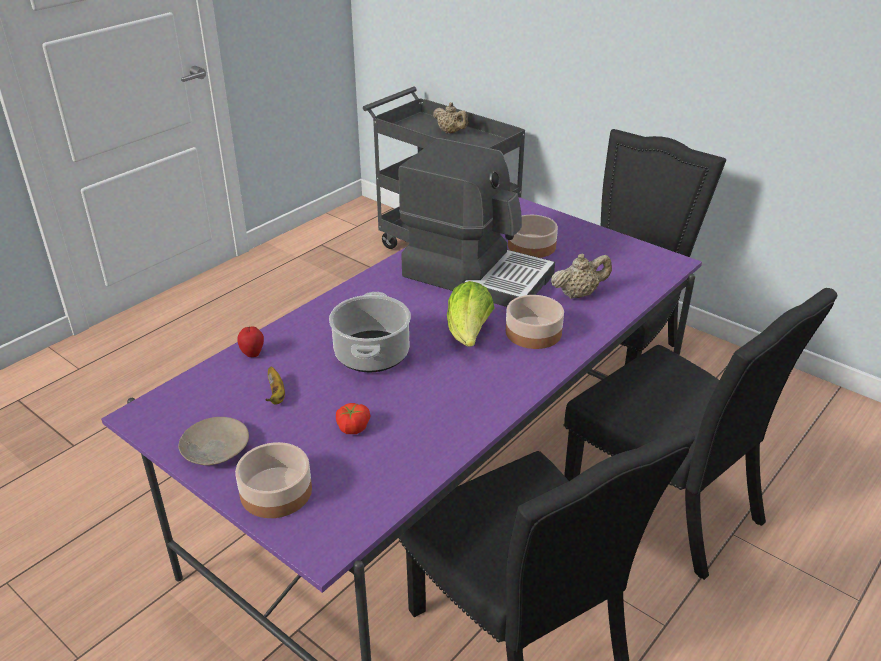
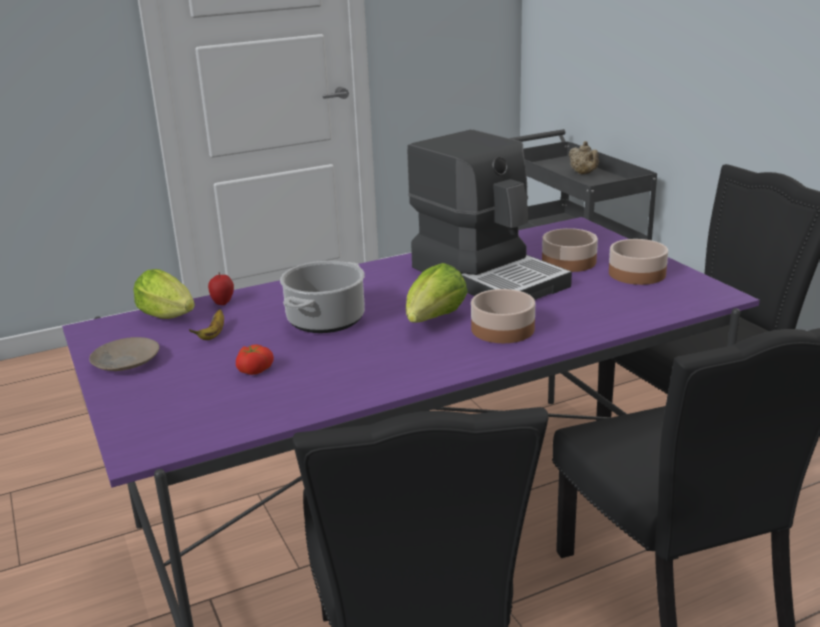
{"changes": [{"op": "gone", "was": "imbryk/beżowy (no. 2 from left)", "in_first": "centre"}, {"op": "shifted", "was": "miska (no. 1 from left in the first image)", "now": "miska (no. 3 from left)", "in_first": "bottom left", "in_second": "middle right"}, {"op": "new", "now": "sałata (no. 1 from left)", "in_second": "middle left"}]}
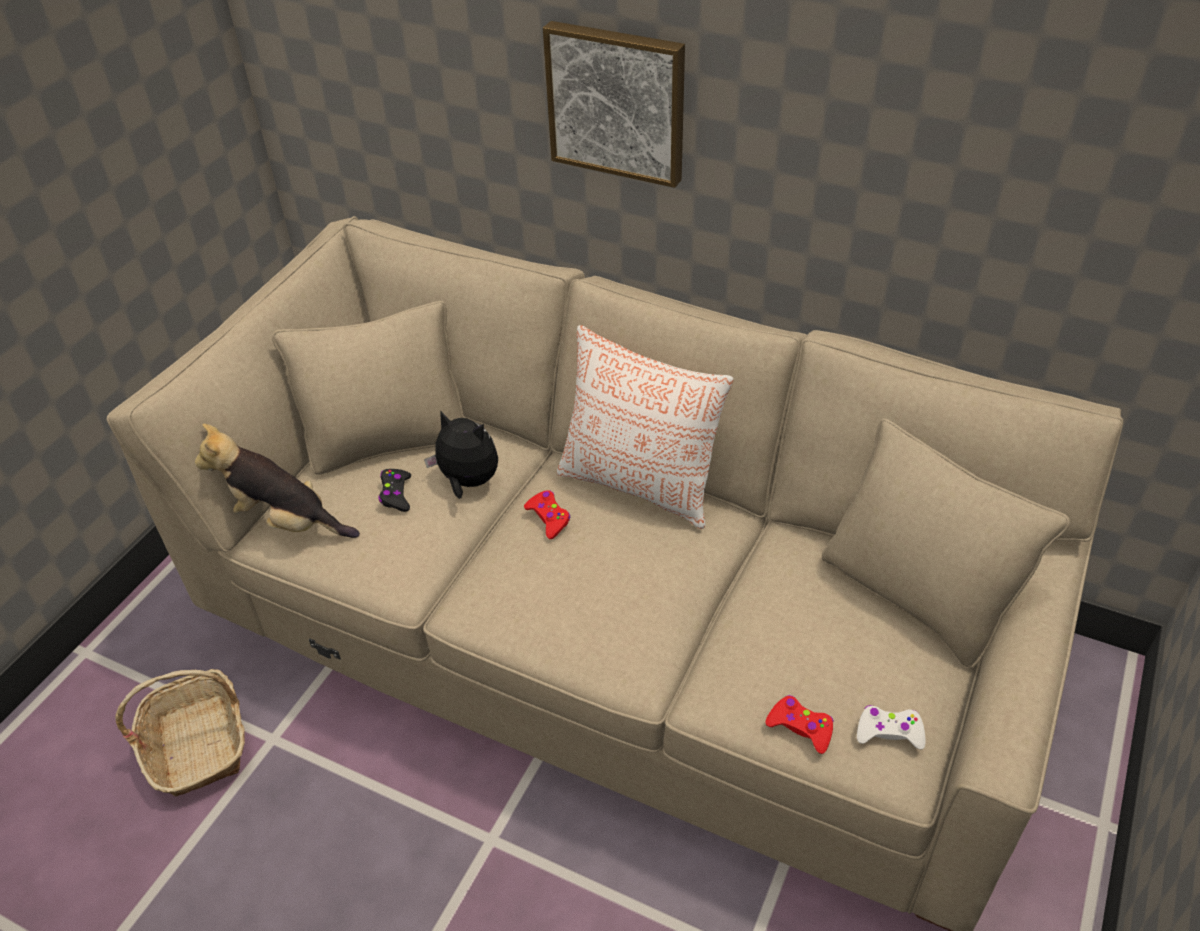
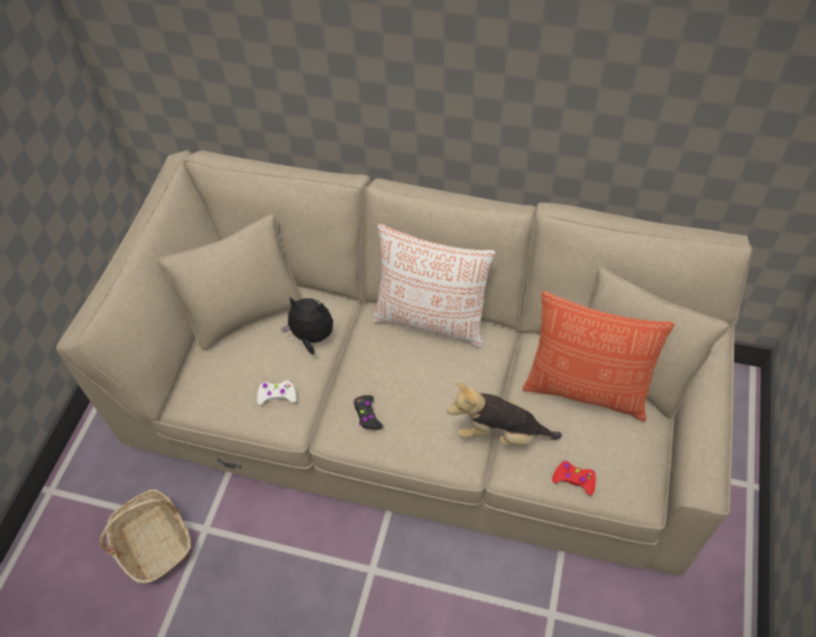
{"changes": [{"op": "gone", "was": "obraz", "in_first": "top centre"}, {"op": "shifted", "was": "pluszak (no. 1 from left in the first image)", "now": "pluszak (no. 2 from left)", "in_first": "middle left", "in_second": "centre"}, {"op": "shifted", "was": "pad do gier/czarny", "in_first": "middle left", "in_second": "centre"}, {"op": "gone", "was": "pad do gier/czerwony (no. 1 from left)", "in_first": "centre"}, {"op": "shifted", "was": "pad do gier/biały", "in_first": "bottom right", "in_second": "centre"}, {"op": "new", "now": "poduszka/pomarańczowy", "in_second": "middle right"}]}
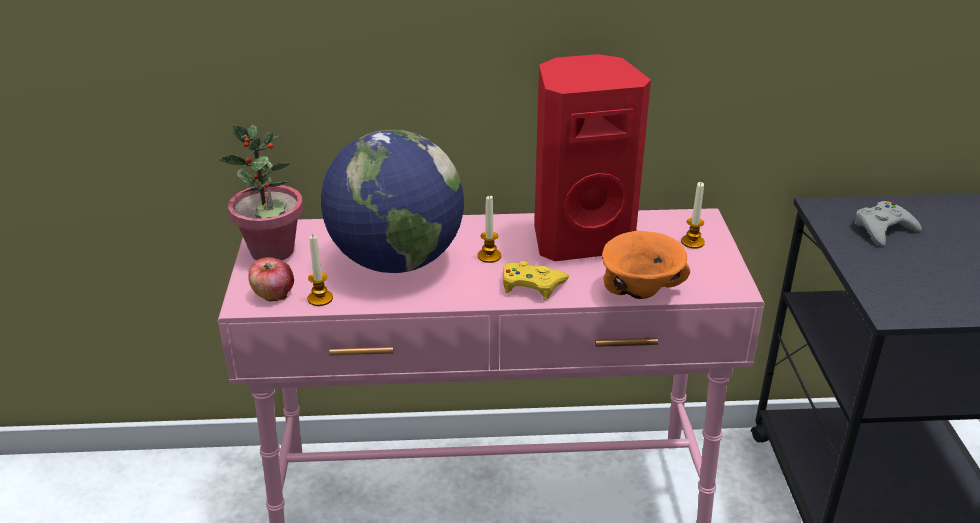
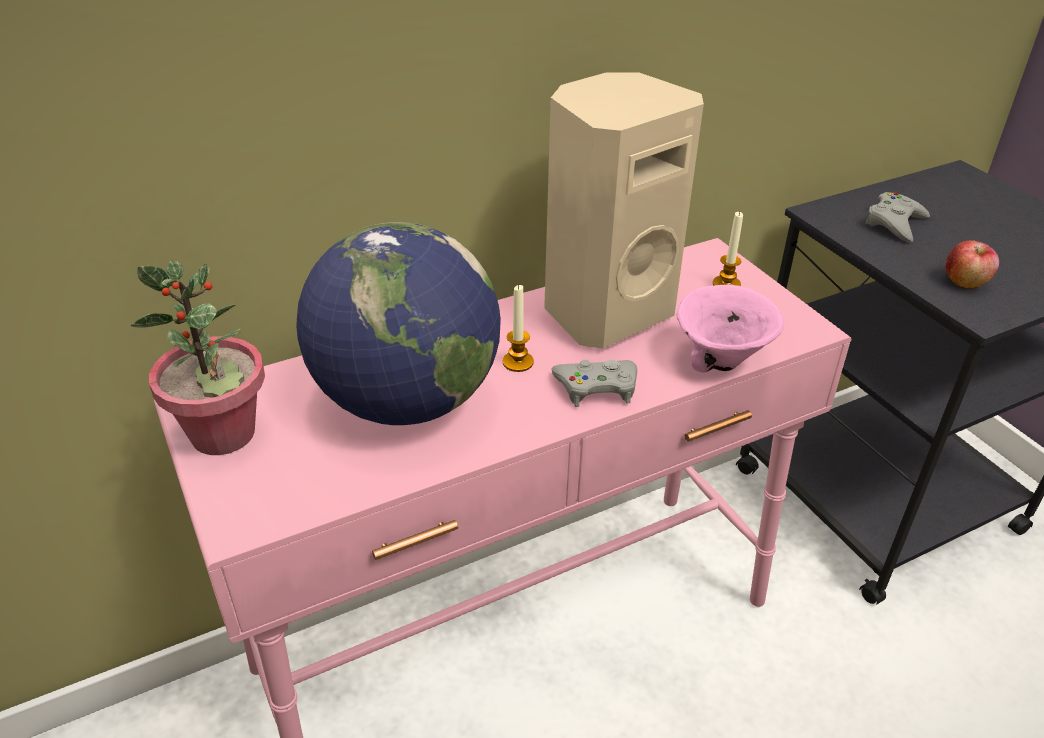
{"changes": [{"op": "repainted", "was": "głośnik/czerwony", "now": "głośnik/beżowy", "in_first": "top centre", "in_second": "top centre"}, {"op": "repainted", "was": "miska/pomarańczowy", "now": "miska/różowy", "in_first": "centre", "in_second": "middle right"}, {"op": "gone", "was": "świeca (no. 1 from left)", "in_first": "middle left"}, {"op": "shifted", "was": "jabłko", "in_first": "middle left", "in_second": "middle right"}, {"op": "repainted", "was": "pad do gier/żółty", "now": "pad do gier/szary (no. 1 from left)", "in_first": "centre", "in_second": "centre"}]}
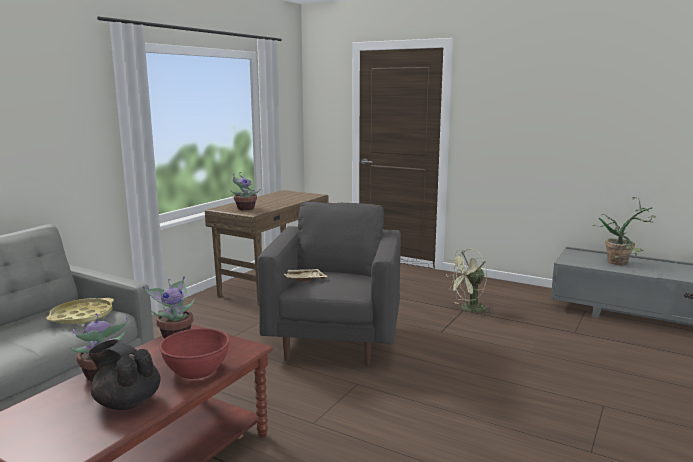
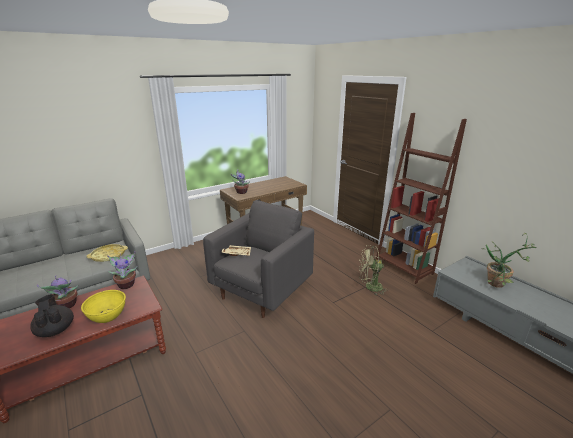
{"changes": [{"op": "repainted", "was": "miska/czerwony", "now": "miska/żółty", "in_first": "bottom left", "in_second": "bottom left"}, {"op": "new", "now": "regał/brązowy", "in_second": "middle right"}]}
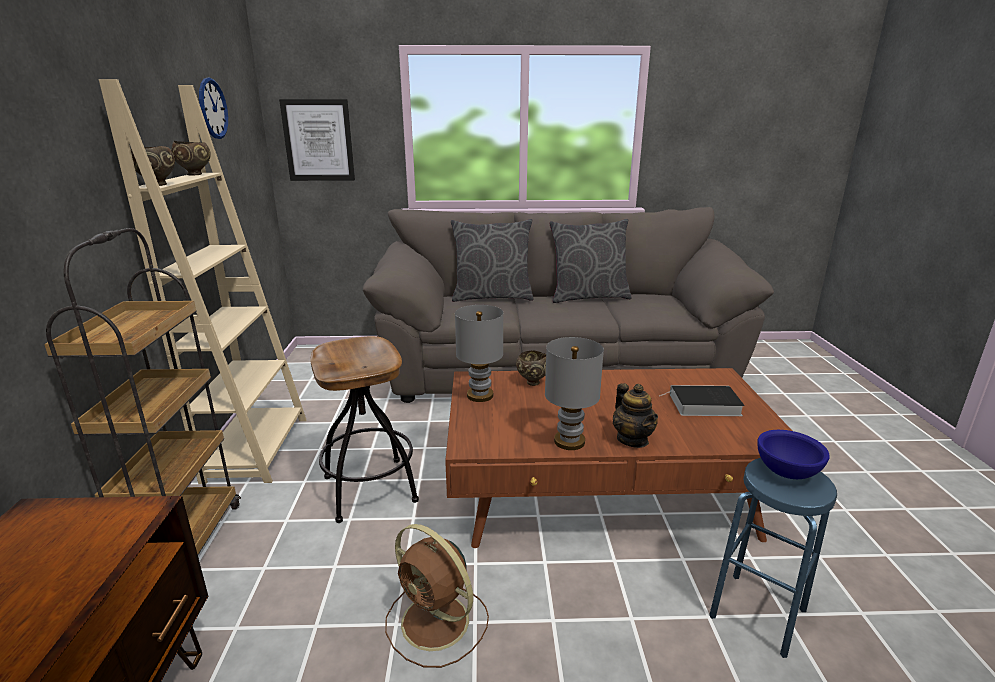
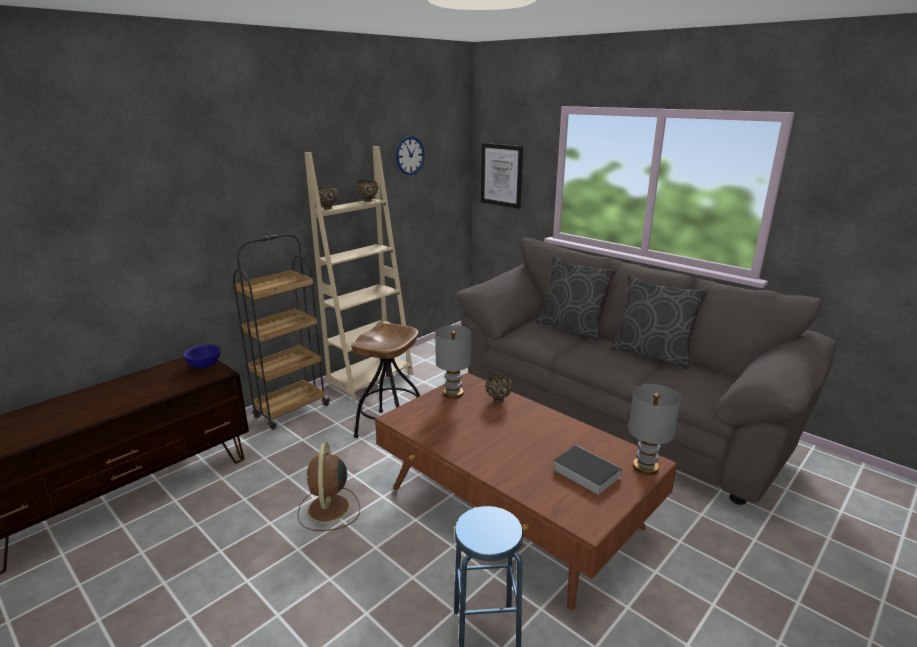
{"changes": [{"op": "shifted", "was": "lampa stołowa/szary (no. 2 from left)", "in_first": "centre", "in_second": "middle right"}, {"op": "gone", "was": "imbryk", "in_first": "centre"}, {"op": "shifted", "was": "miska/niebieski", "in_first": "middle right", "in_second": "middle left"}]}
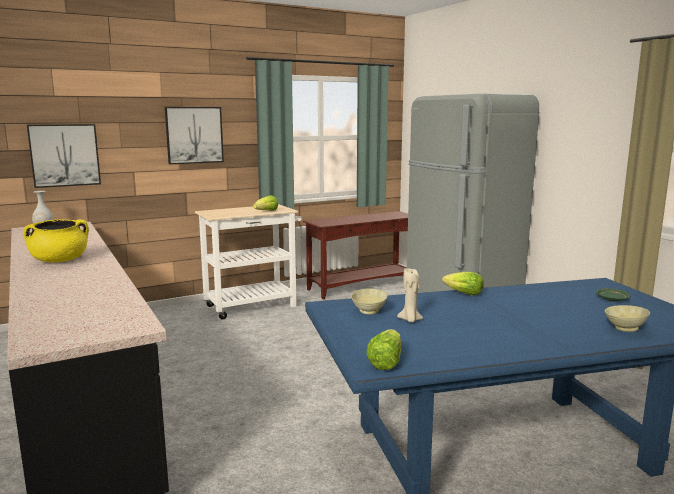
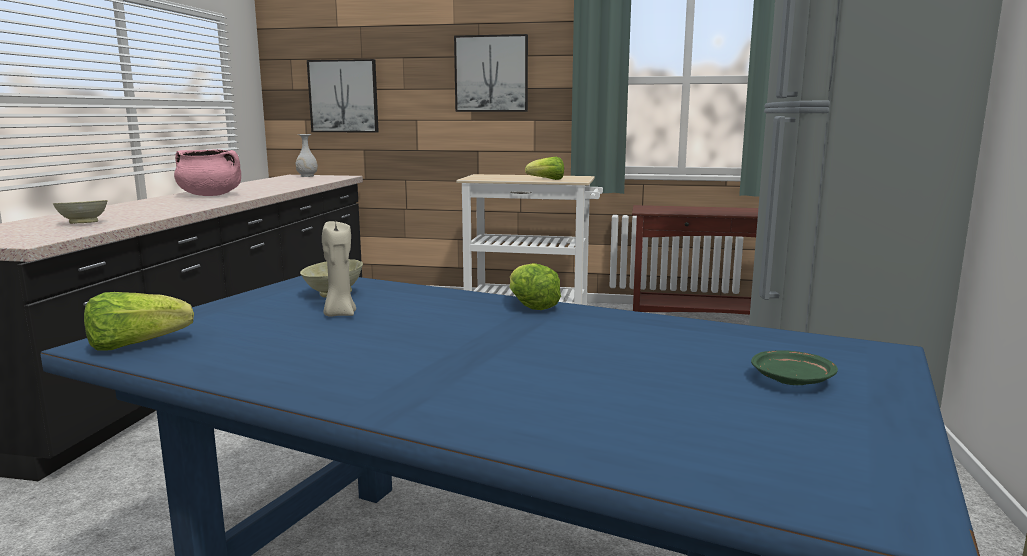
{"changes": [{"op": "repainted", "was": "garnek/żółty", "now": "garnek/różowy", "in_first": "middle left", "in_second": "top left"}, {"op": "shifted", "was": "miska/beżowy (no. 2 from left in the first image)", "now": "miska/beżowy (no. 1 from left)", "in_first": "middle right", "in_second": "middle left"}]}
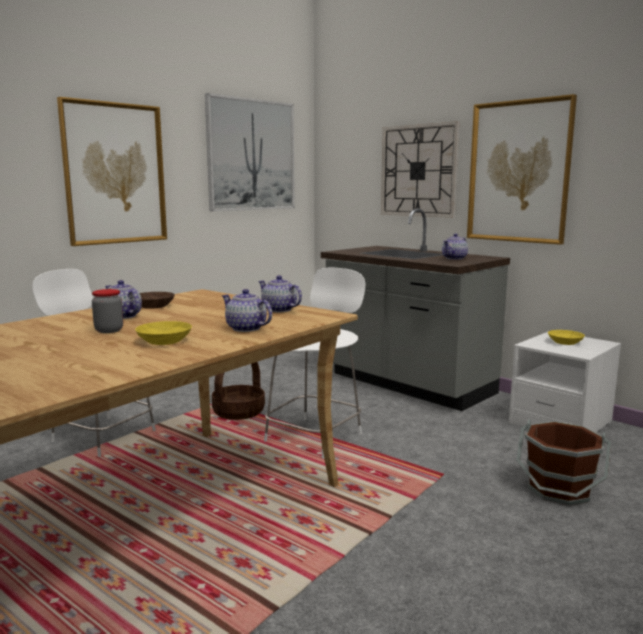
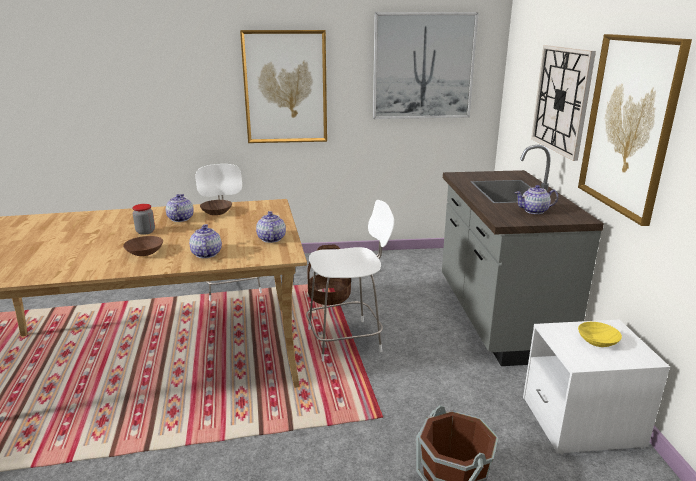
{"changes": [{"op": "repainted", "was": "miska/żółty (no. 1 from left)", "now": "miska/brązowy (no. 1 from left)", "in_first": "middle left", "in_second": "middle left"}]}
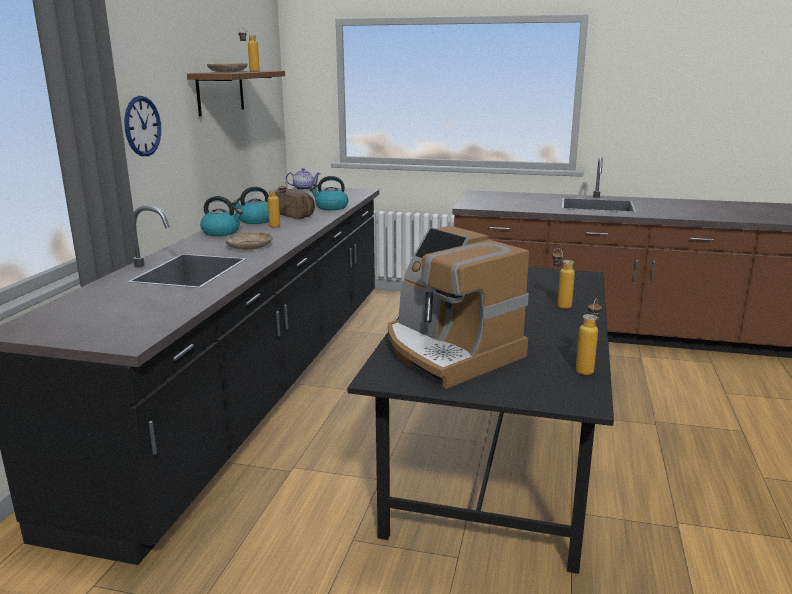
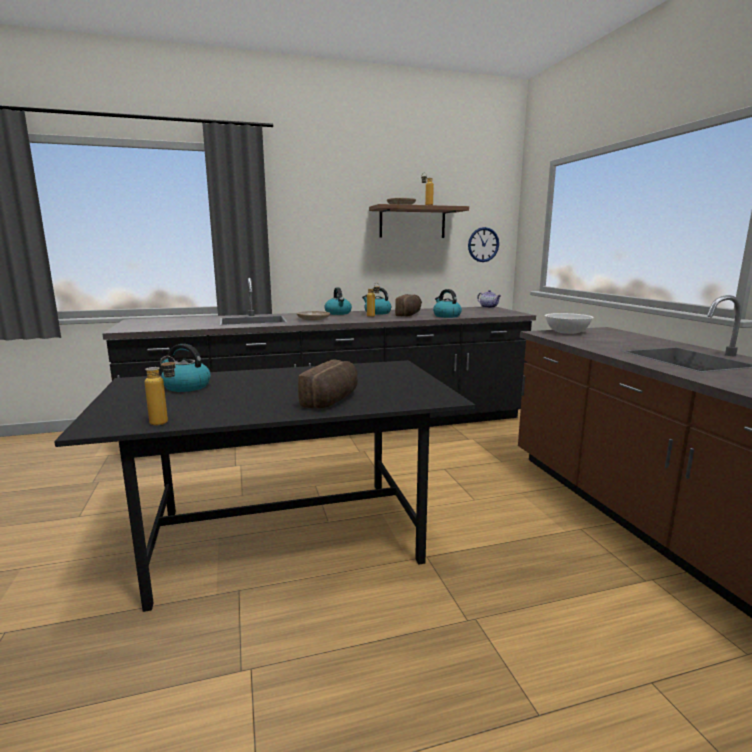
{"changes": [{"op": "shifted", "was": "zegar ścienny", "in_first": "top left", "in_second": "top centre"}, {"op": "swapped", "was": "ekspres do kawy", "now": "czajnik (no. 1 from left)", "in_first": "centre", "in_second": "middle left"}, {"op": "swapped", "was": "butelka (no. 3 from left)", "now": "chleb (no. 1 from left)", "in_first": "middle right", "in_second": "centre"}, {"op": "new", "now": "miska/biały", "in_second": "middle right"}]}
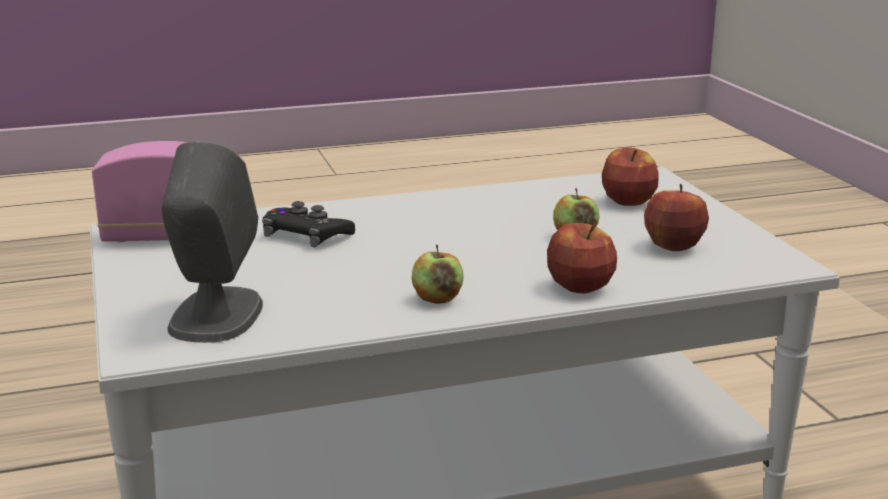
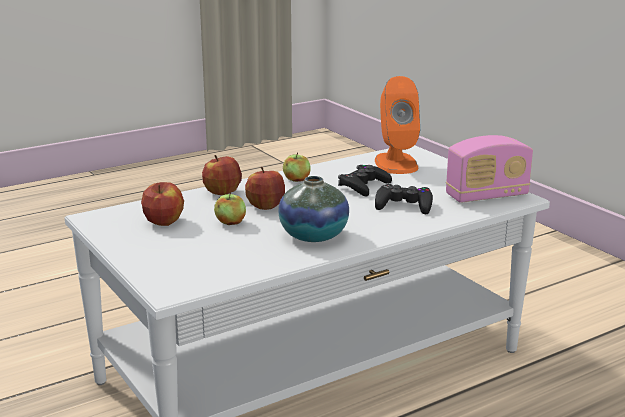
{"changes": [{"op": "repainted", "was": "głośnik/szary", "now": "głośnik/pomarańczowy", "in_first": "middle left", "in_second": "top centre"}, {"op": "shifted", "was": "jabłko (no. 4 from left)", "in_first": "middle right", "in_second": "centre"}, {"op": "new", "now": "pad do gier/czarny (no. 1 from left)", "in_second": "centre"}, {"op": "new", "now": "wazon", "in_second": "centre"}]}
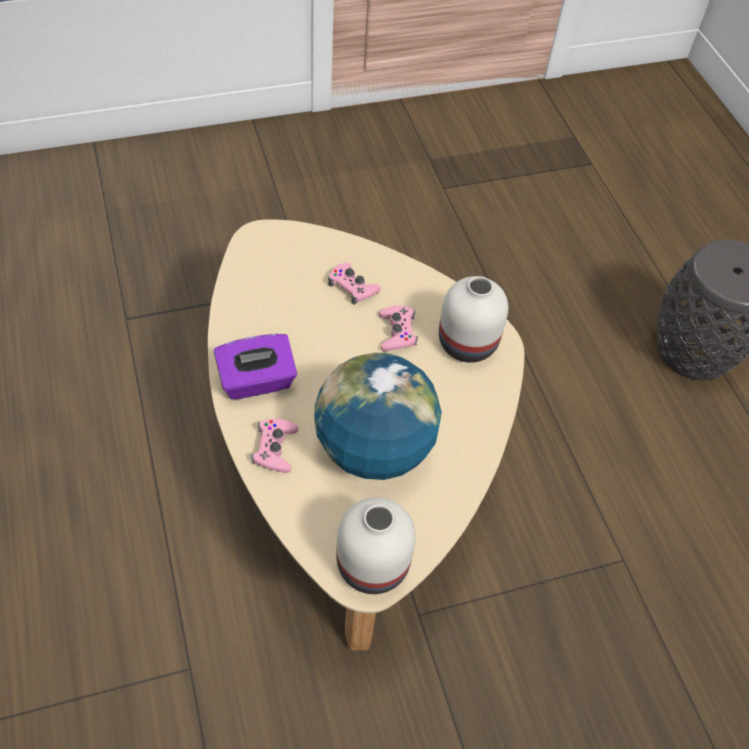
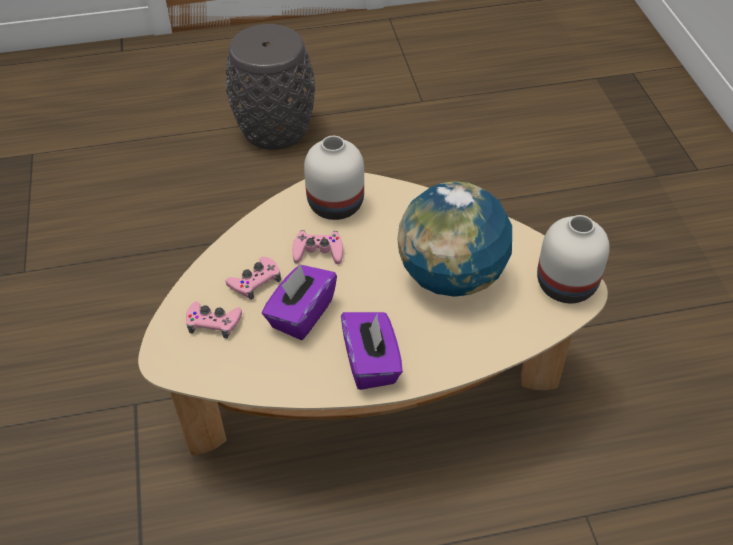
{"changes": [{"op": "shifted", "was": "pad do gier/różowy (no. 1 from left)", "in_first": "centre", "in_second": "middle left"}, {"op": "new", "now": "pudełko chusteczek/fioletowy (no. 1 from left)", "in_second": "centre"}]}
